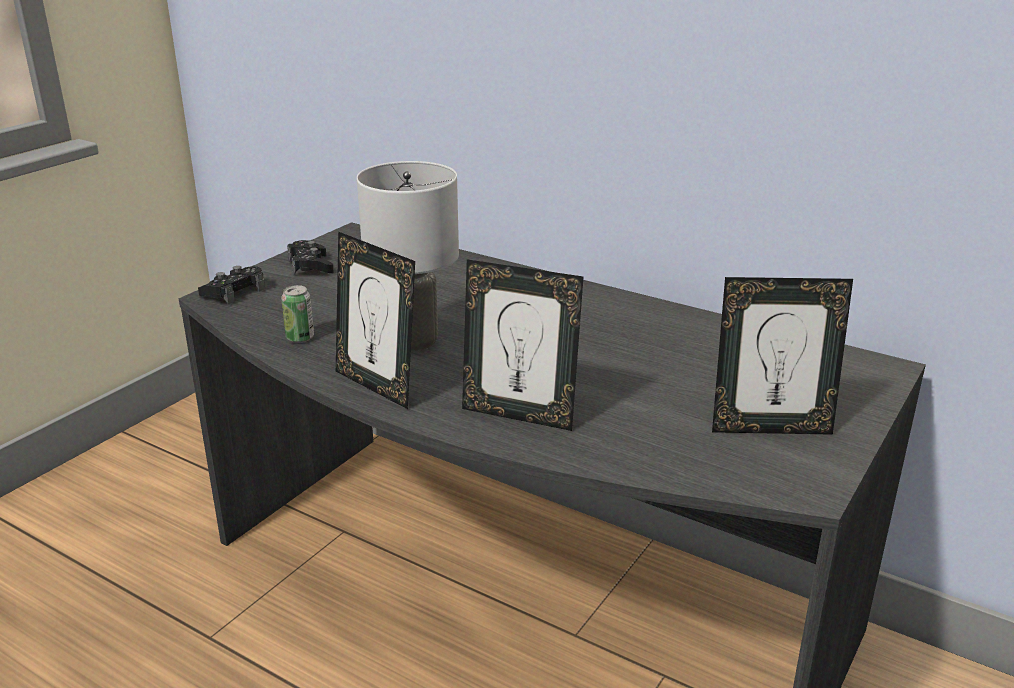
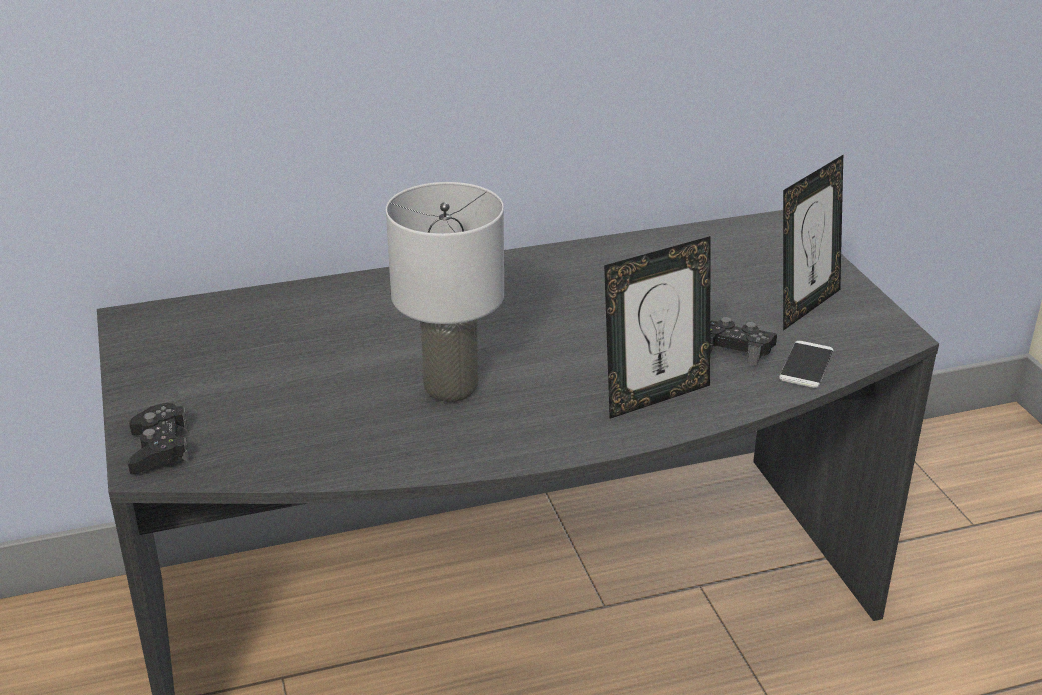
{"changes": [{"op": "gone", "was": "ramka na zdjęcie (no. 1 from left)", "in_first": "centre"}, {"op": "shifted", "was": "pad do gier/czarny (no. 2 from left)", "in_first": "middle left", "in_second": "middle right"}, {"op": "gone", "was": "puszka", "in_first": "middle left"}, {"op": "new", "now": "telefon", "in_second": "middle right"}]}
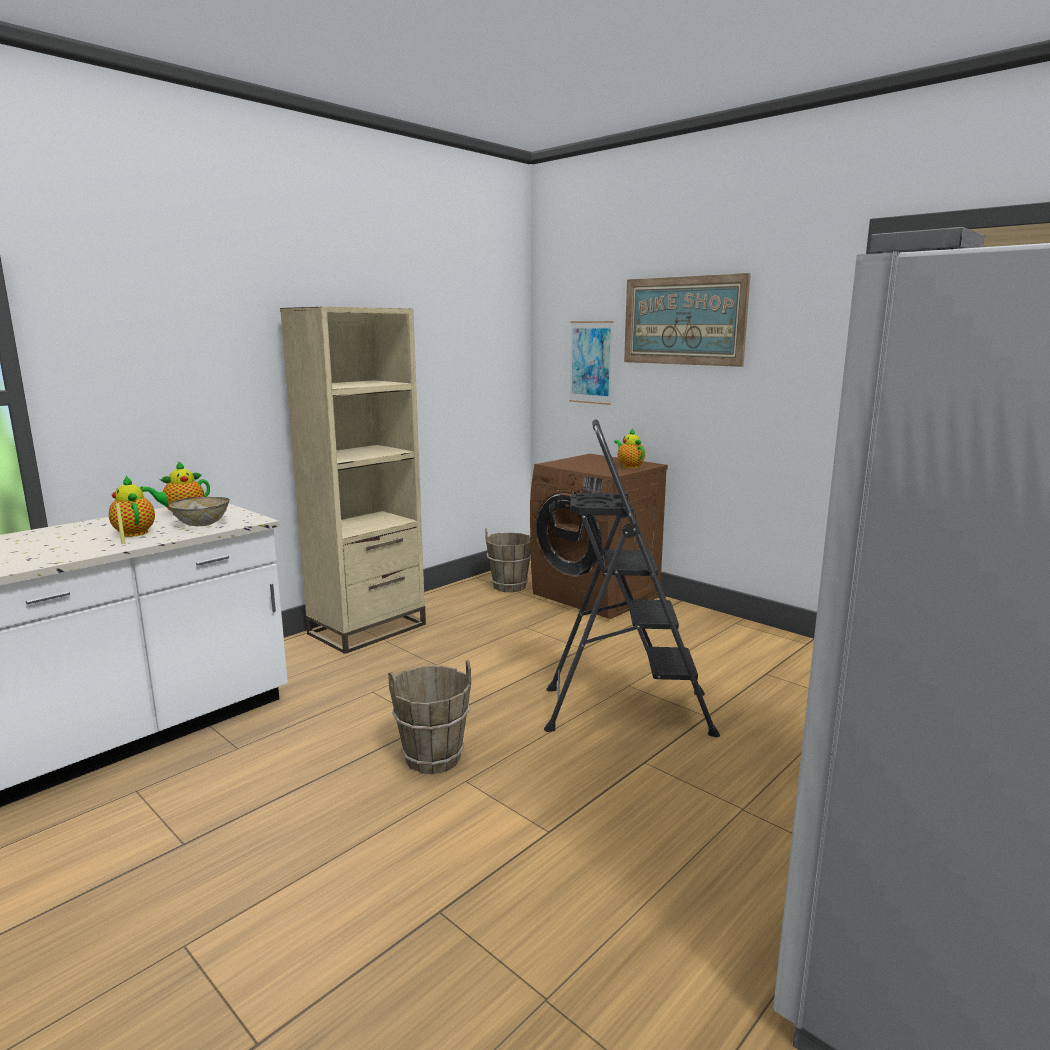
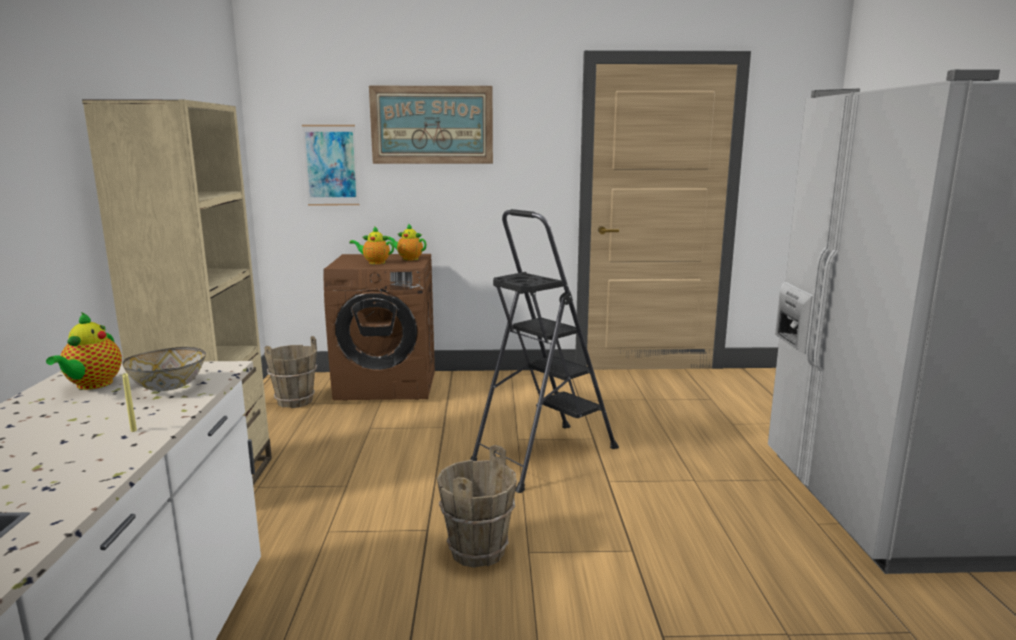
{"changes": [{"op": "shifted", "was": "imbryk (no. 1 from left in the first image)", "now": "imbryk (no. 2 from left)", "in_first": "middle left", "in_second": "centre"}]}
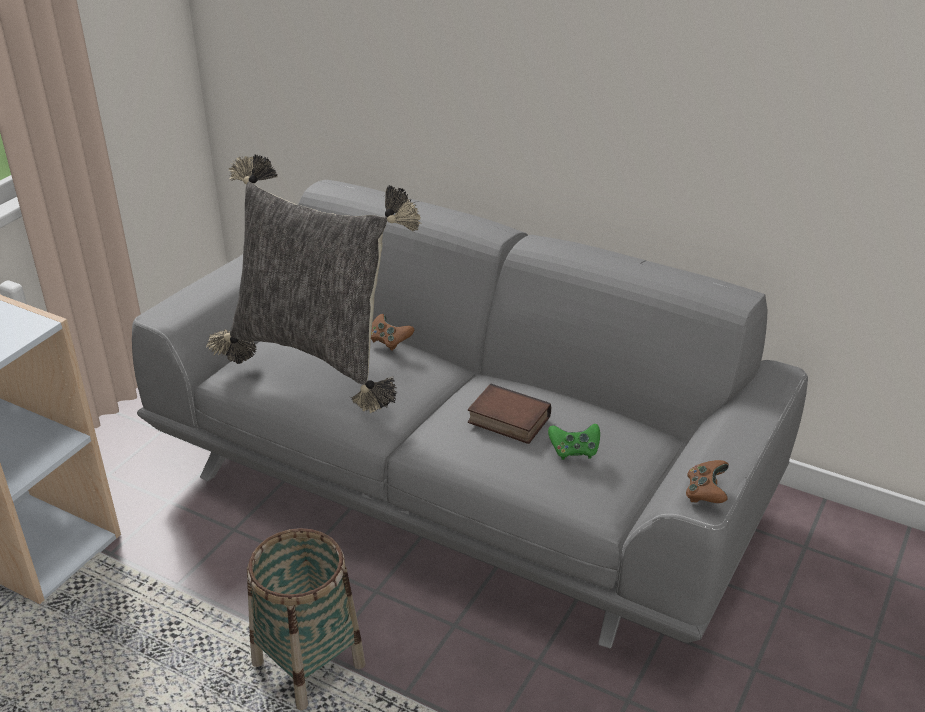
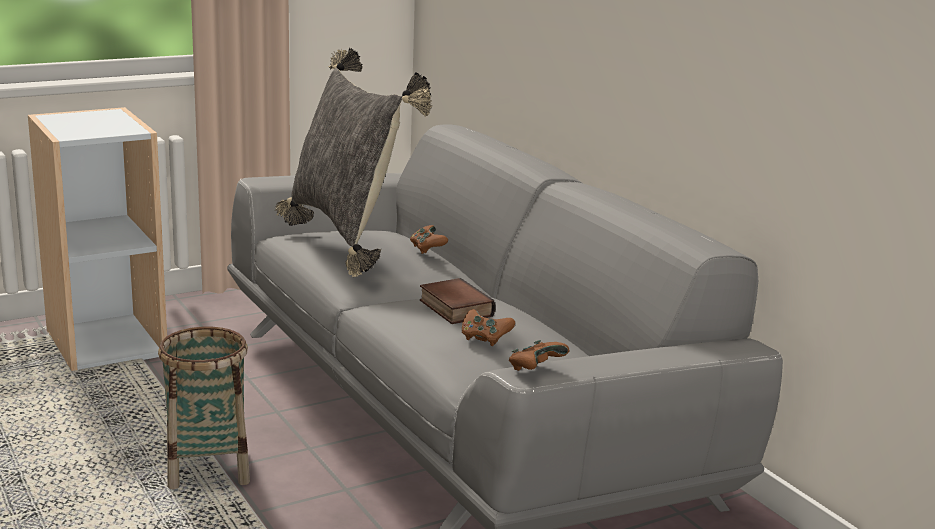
{"changes": [{"op": "repainted", "was": "pad do gier/zielony", "now": "pad do gier/brązowy (no. 2 from left)", "in_first": "centre", "in_second": "centre"}]}
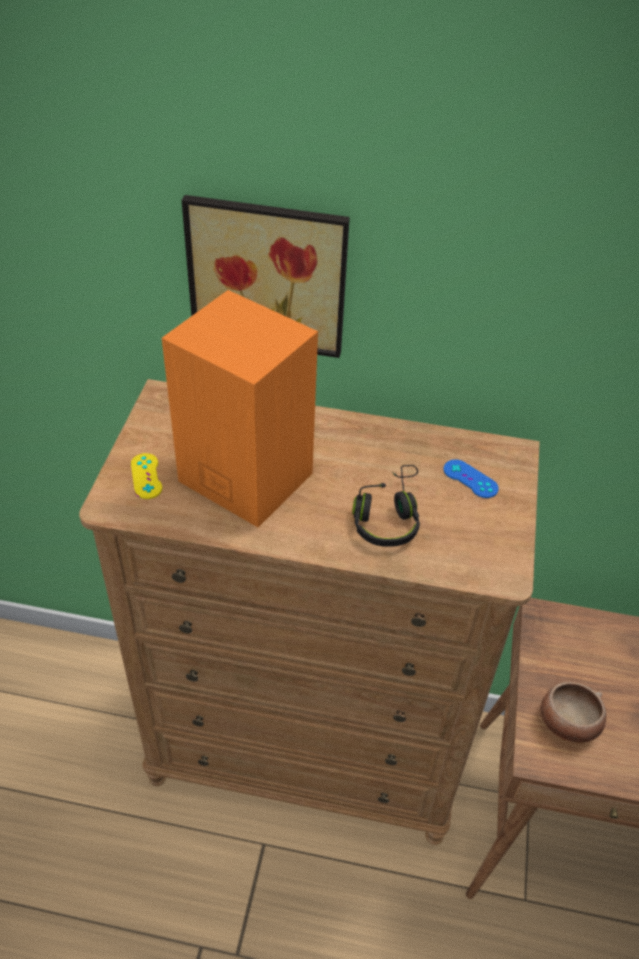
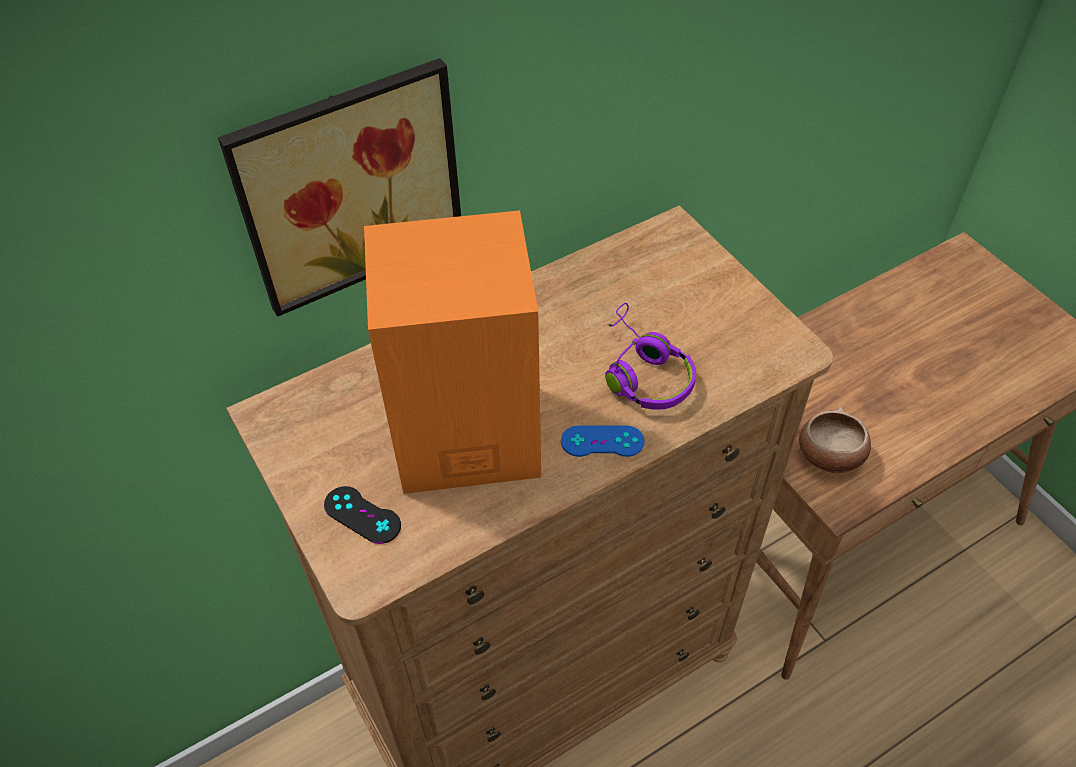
{"changes": [{"op": "repainted", "was": "pad do gier/żółty", "now": "pad do gier/czarny", "in_first": "middle left", "in_second": "bottom centre"}, {"op": "shifted", "was": "pad do gier/niebieski", "in_first": "middle right", "in_second": "centre"}, {"op": "repainted", "was": "słuchawki/czarny", "now": "słuchawki/fioletowy", "in_first": "centre", "in_second": "centre"}]}
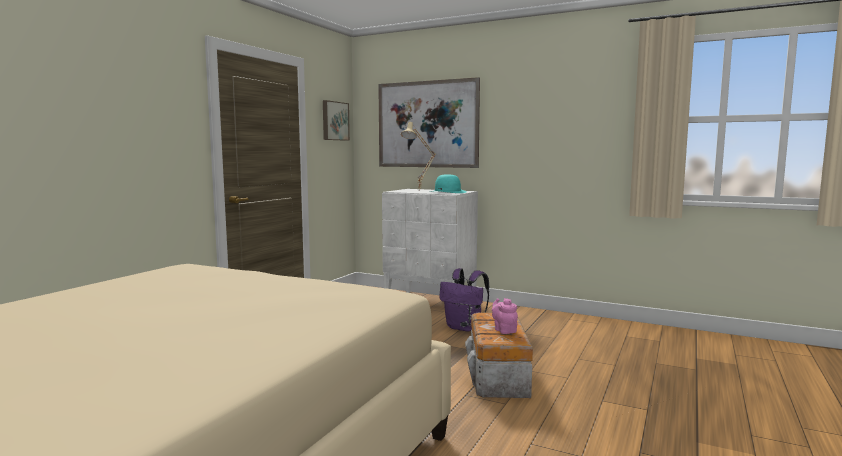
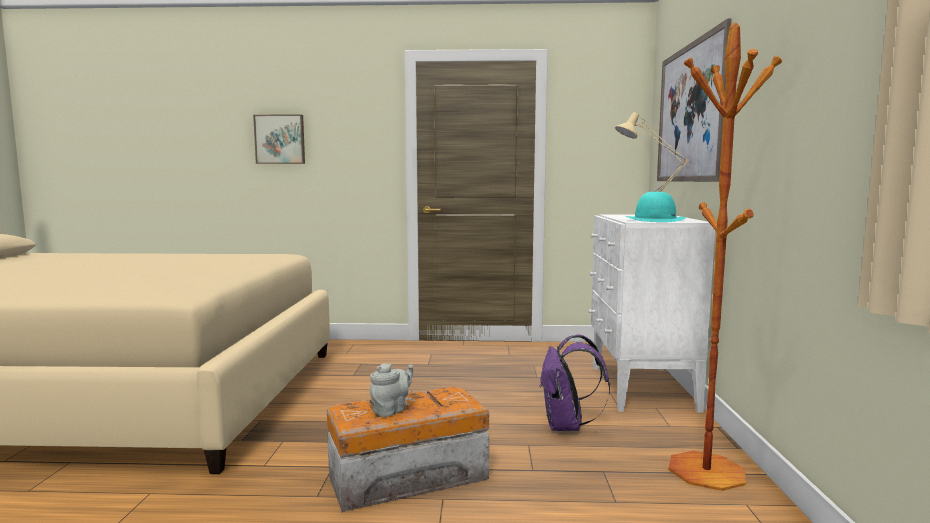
{"changes": [{"op": "shifted", "was": "obraz (no. 1 from left)", "in_first": "top centre", "in_second": "top left"}, {"op": "repainted", "was": "imbryk/różowy", "now": "imbryk/szary", "in_first": "bottom centre", "in_second": "bottom centre"}, {"op": "new", "now": "wieszak/pomarańczowy", "in_second": "middle right"}]}
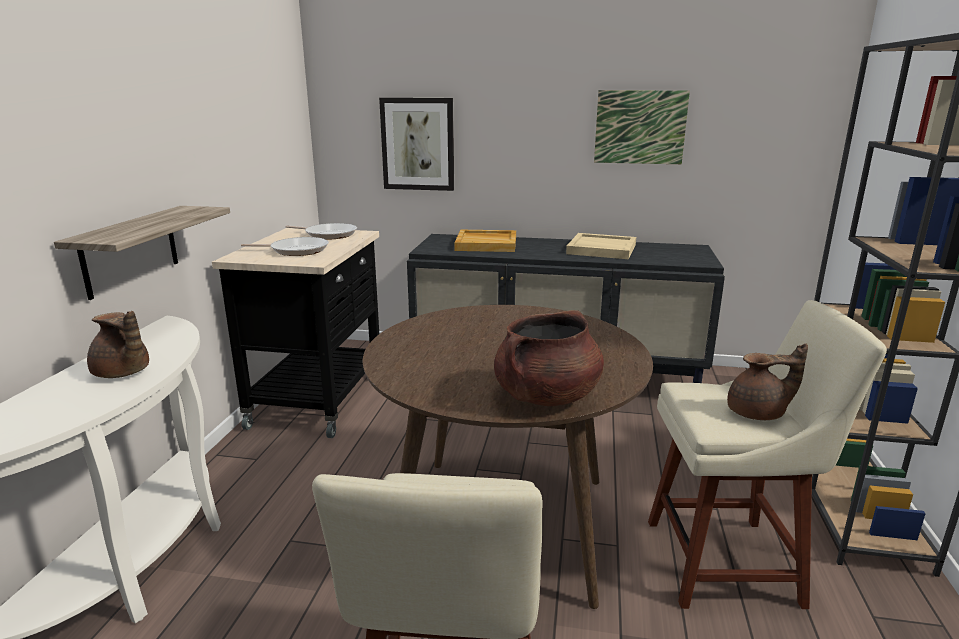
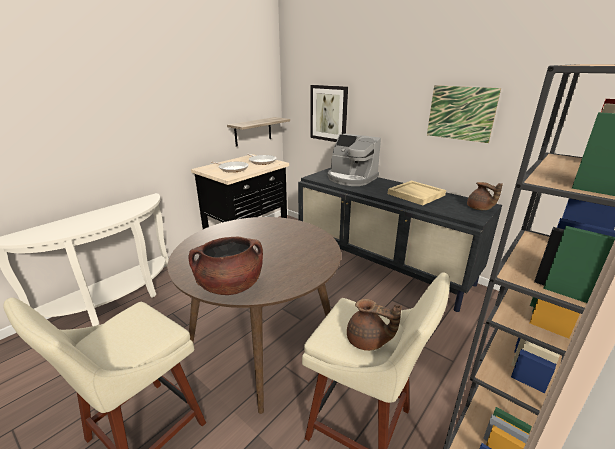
{"changes": [{"op": "shifted", "was": "półka", "in_first": "middle left", "in_second": "top centre"}, {"op": "swapped", "was": "taca/beżowy (no. 1 from left)", "now": "ekspres do kawy", "in_first": "centre", "in_second": "centre"}, {"op": "shifted", "was": "imbryk/brązowy (no. 1 from left in the first image)", "now": "imbryk/brązowy (no. 2 from left)", "in_first": "middle left", "in_second": "middle right"}]}
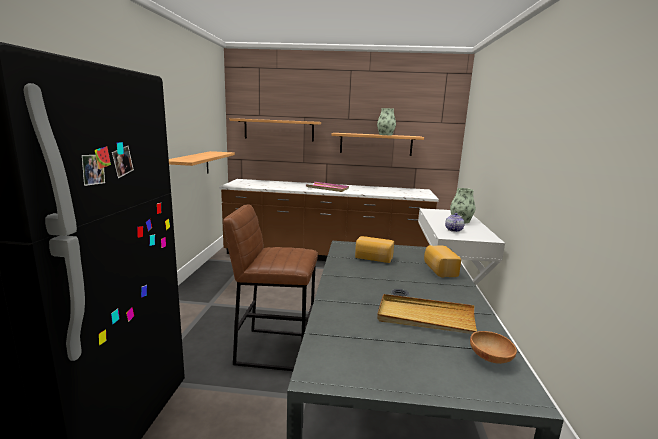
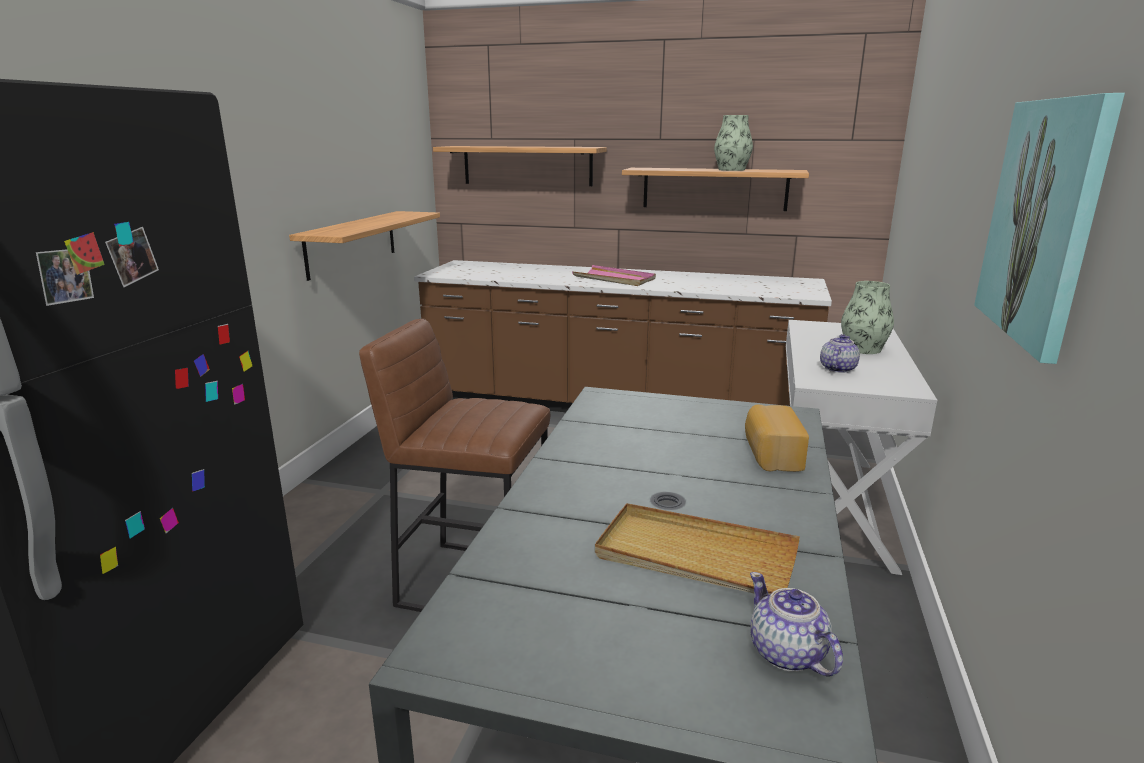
{"changes": [{"op": "gone", "was": "chleb (no. 1 from left)", "in_first": "centre"}, {"op": "swapped", "was": "miska/brązowy", "now": "imbryk (no. 1 from left)", "in_first": "bottom right", "in_second": "bottom right"}, {"op": "new", "now": "obraz", "in_second": "top right"}]}
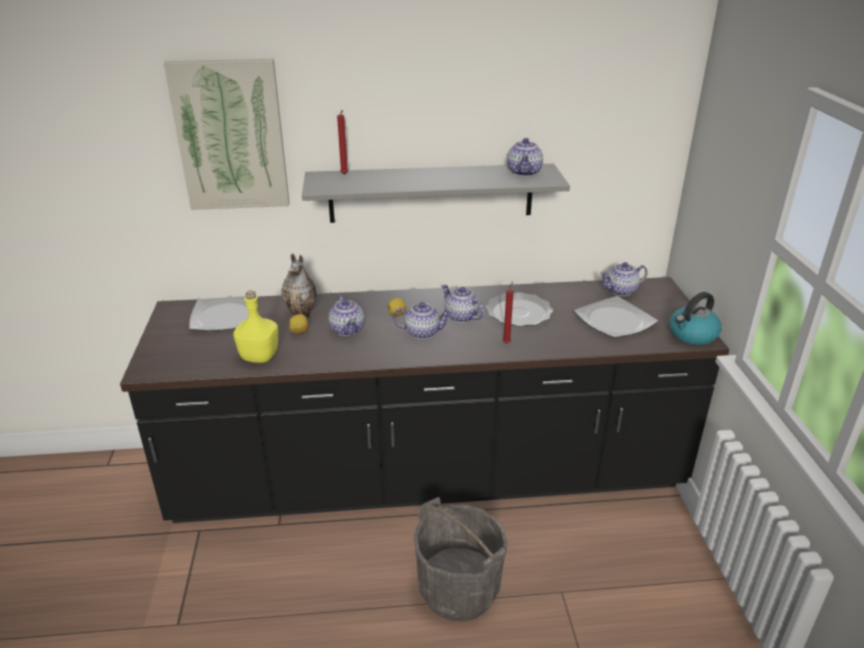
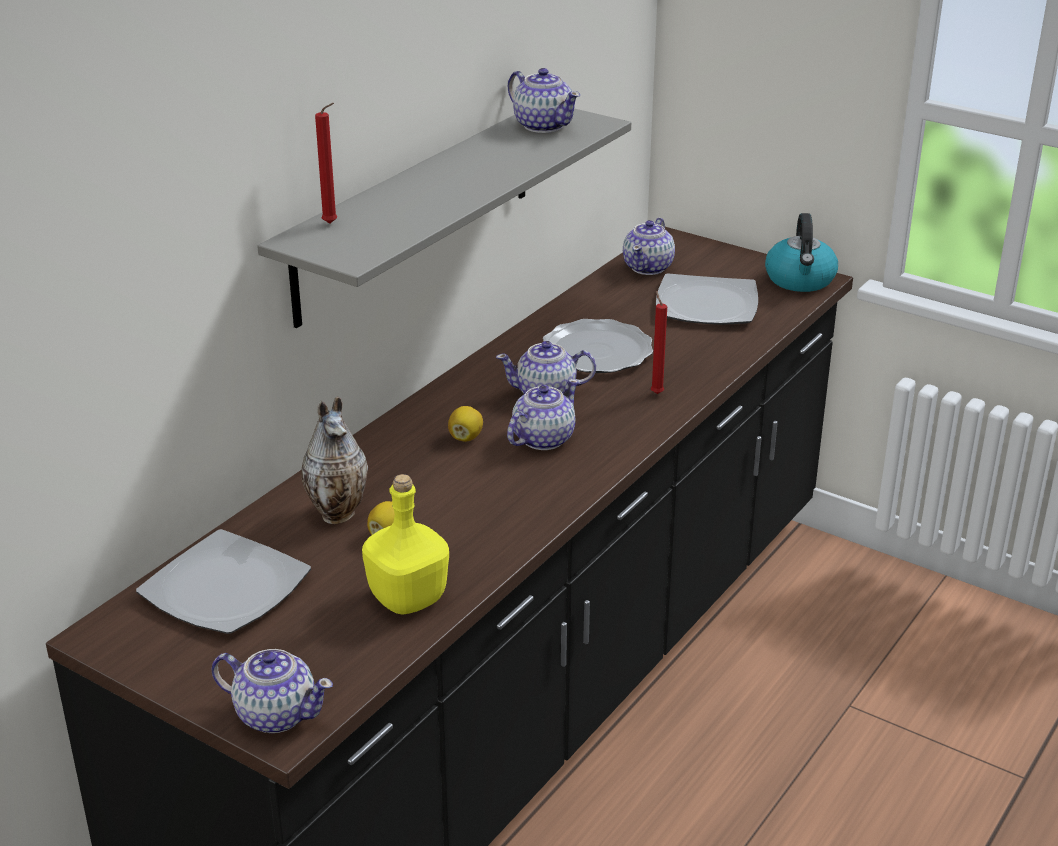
{"changes": [{"op": "gone", "was": "obraz", "in_first": "top left"}, {"op": "shifted", "was": "imbryk (no. 1 from left)", "in_first": "centre", "in_second": "bottom left"}, {"op": "gone", "was": "wiadro/szary", "in_first": "bottom centre"}]}
